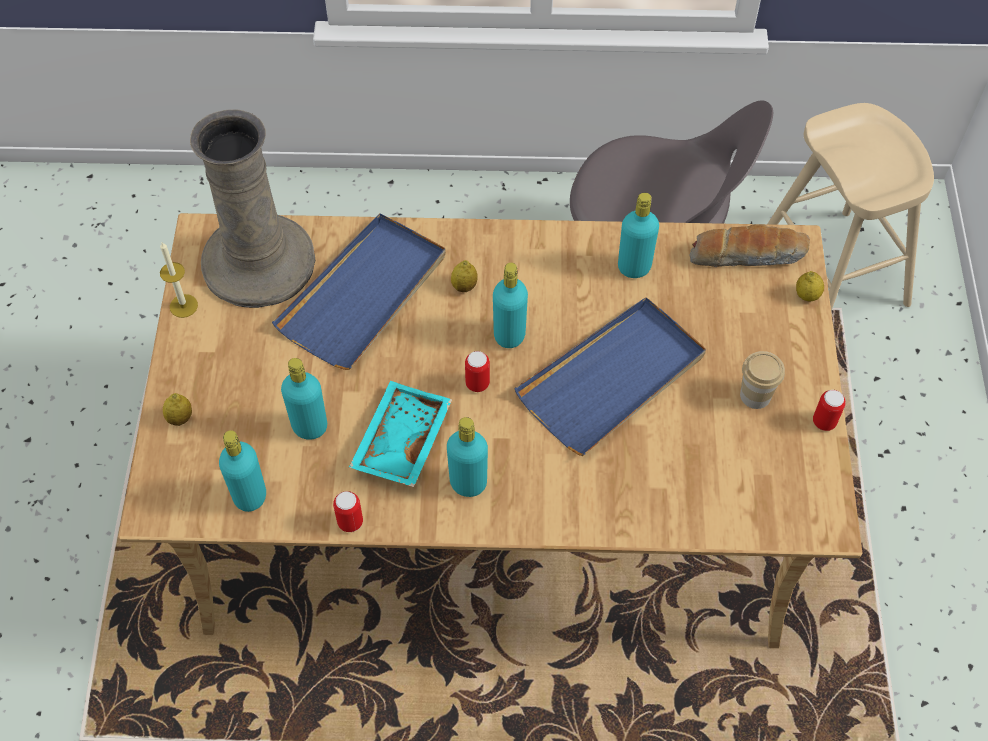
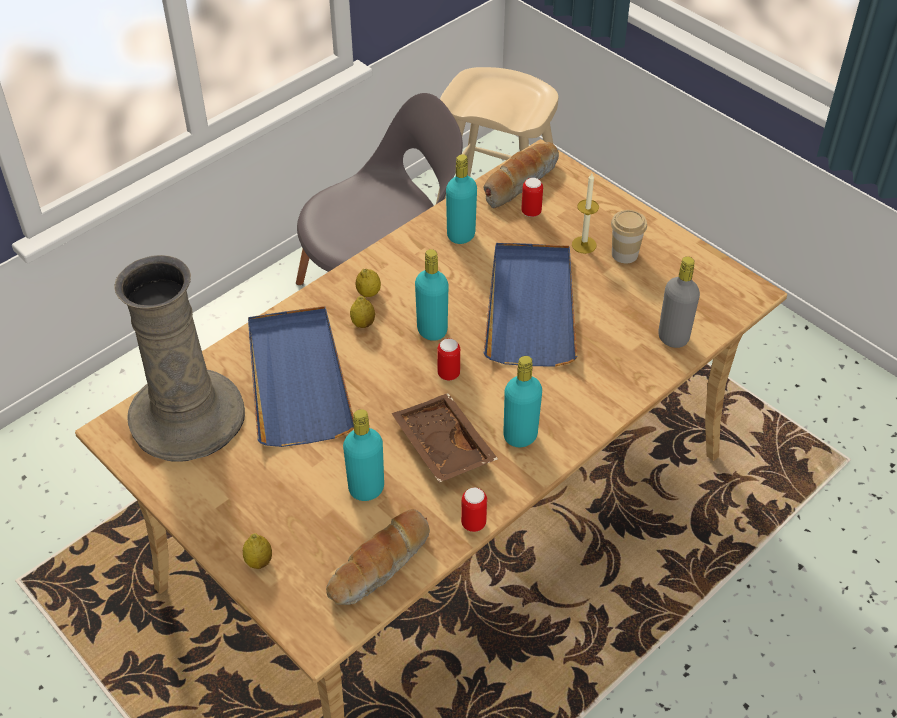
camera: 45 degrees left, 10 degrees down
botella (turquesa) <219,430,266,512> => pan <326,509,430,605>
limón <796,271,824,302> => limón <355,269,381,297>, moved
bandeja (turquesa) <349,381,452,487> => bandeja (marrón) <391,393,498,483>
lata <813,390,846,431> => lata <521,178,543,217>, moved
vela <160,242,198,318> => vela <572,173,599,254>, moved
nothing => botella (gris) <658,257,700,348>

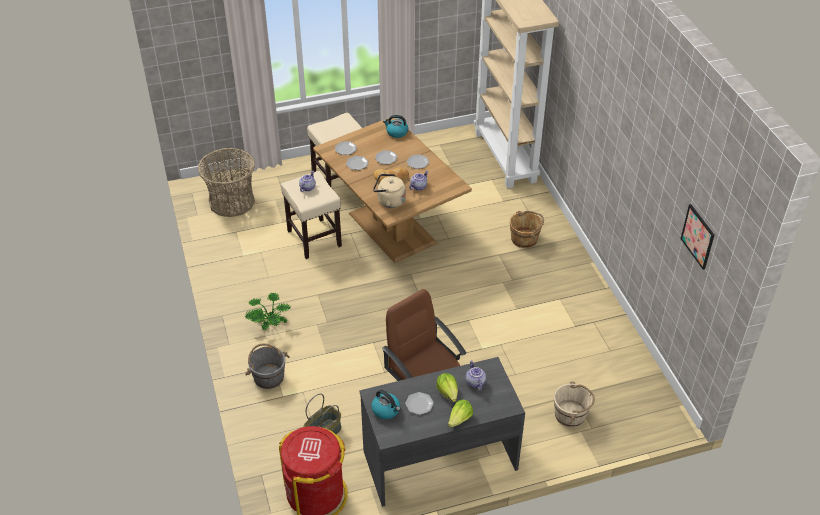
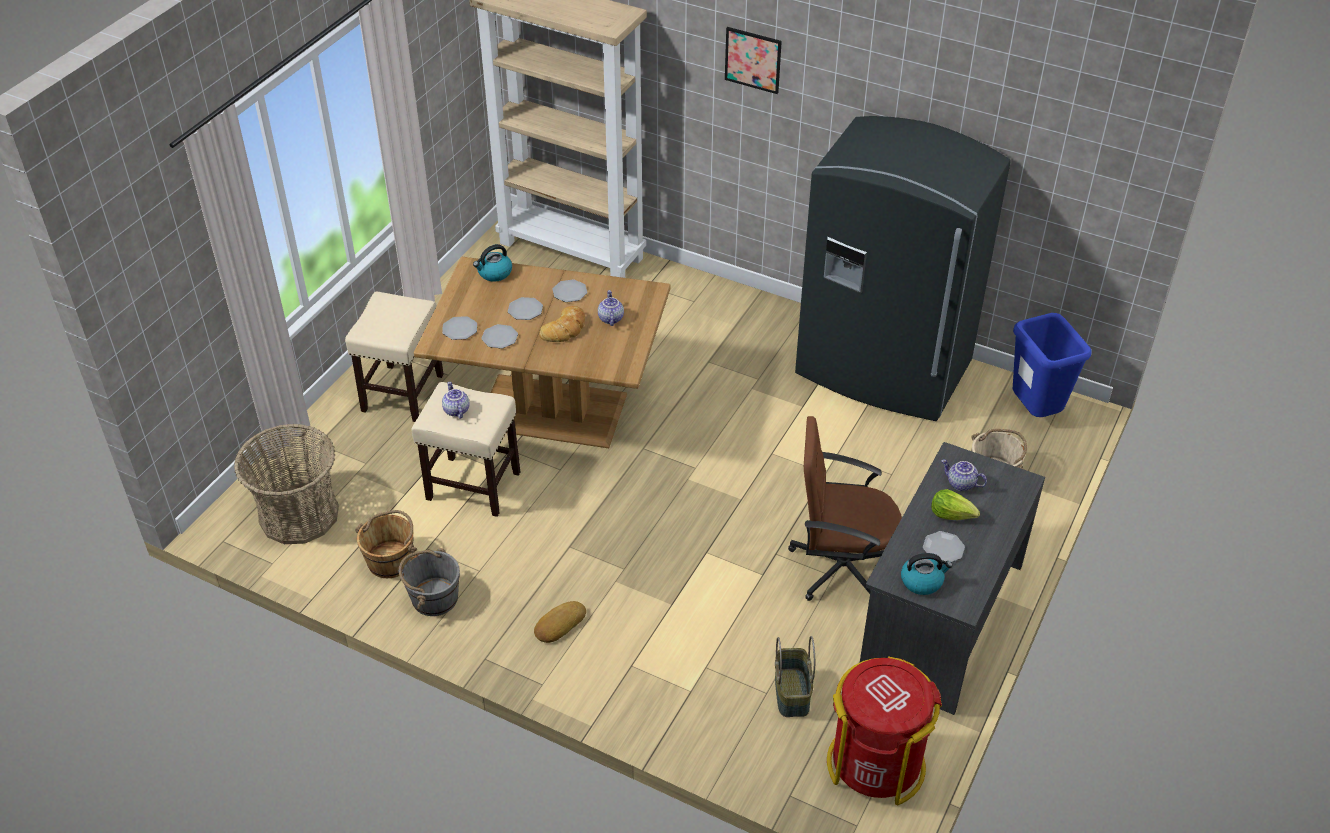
camera: 45 degrees left, 0 degrees up
cubo (marrón) <510,211,544,248> => cubo (marrón) <355,510,417,578>, moved
cubo (gris) <245,343,290,389> => cubo (gris) <399,548,460,616>, moved
planta en maceta <244,293,291,330> => pan <534,601,586,643>
cuadro <681,204,714,270> => cuadro <725,27,782,94>, moved
nothing => nevera (gris) <795,116,1011,421>
nothing => papelera (azul) <1013,313,1092,417>
hervidor (beis) <373,174,406,208> => nothing
lechuga <448,400,473,428> => nothing

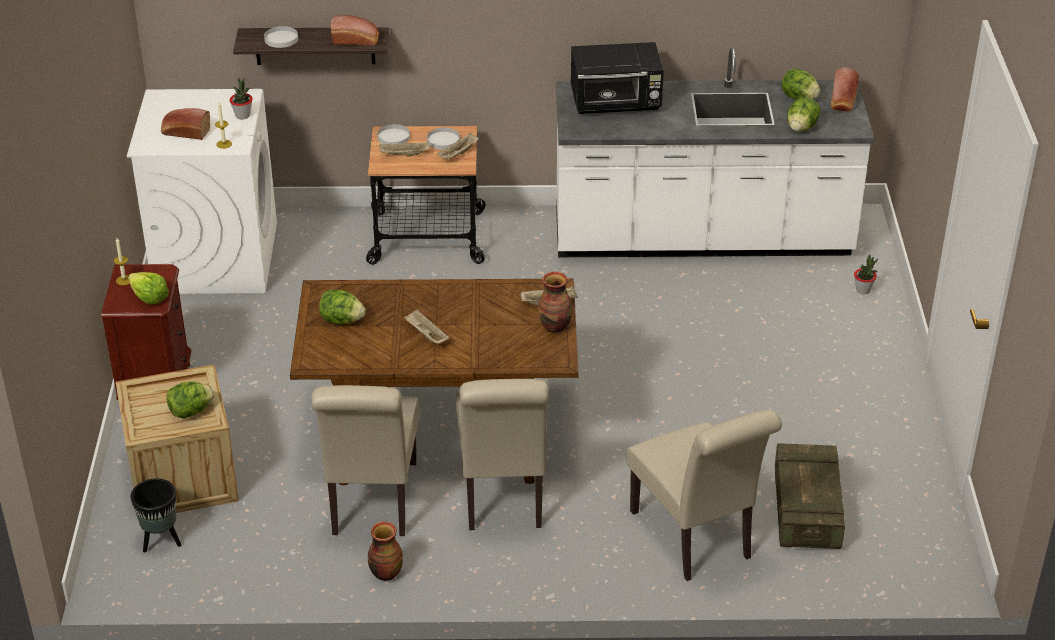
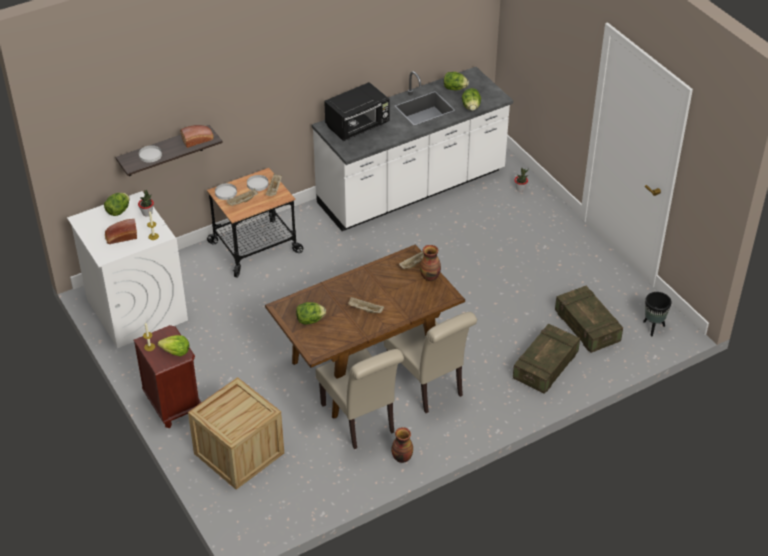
camera: 30 degrees left, 5 degrees up
lechuga <166,382,214,418> => lechuga <104,193,129,216>, moved
silla (beis) <627,410,782,581> => caja de embalaje <513,324,580,394>
maceta (negro) <131,478,182,553> => maceta (negro) <643,292,672,336>, moved
pan <831,67,859,112> => nothing

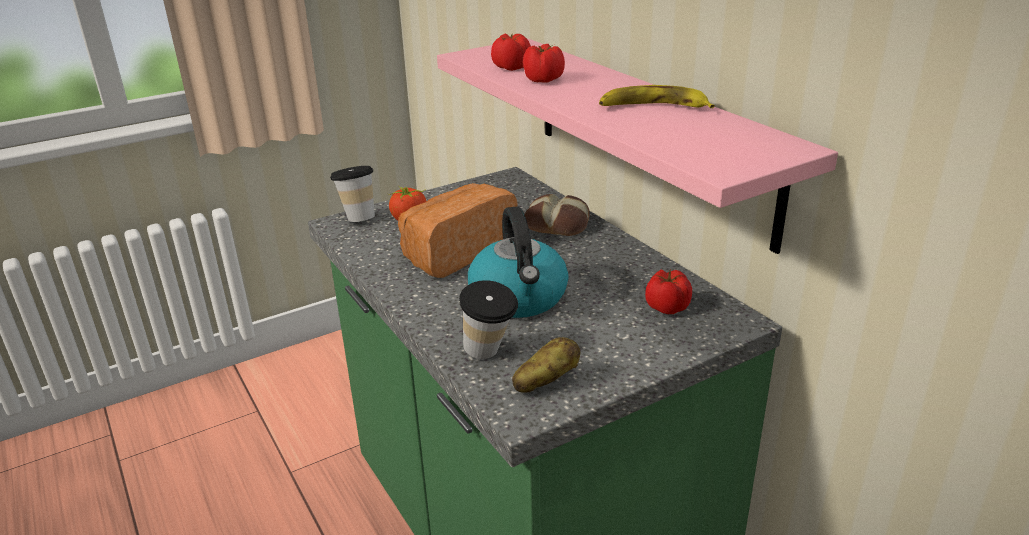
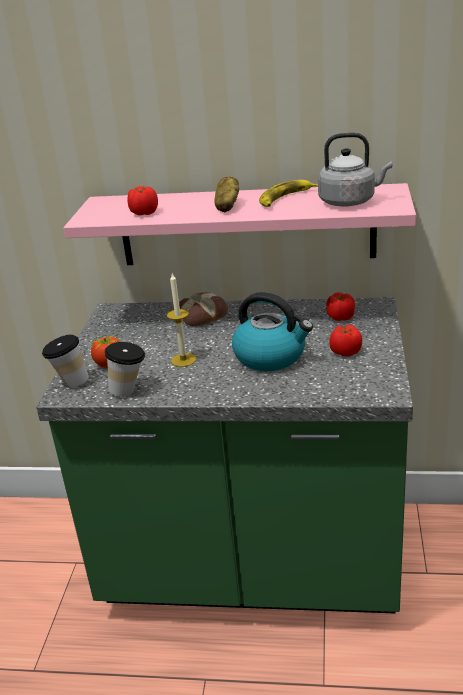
camera: 50 degrees left, 0 degrees up
taza <459,280,518,359> => taza <105,342,145,397>, moved
pan <398,183,518,278> => vela <166,273,196,367>
patata <512,337,580,393> => patata <215,177,239,212>, moved
nothing => hervidor (gris) <318,133,393,207>
tomate <523,44,565,83> => tomate <329,325,362,356>, moved

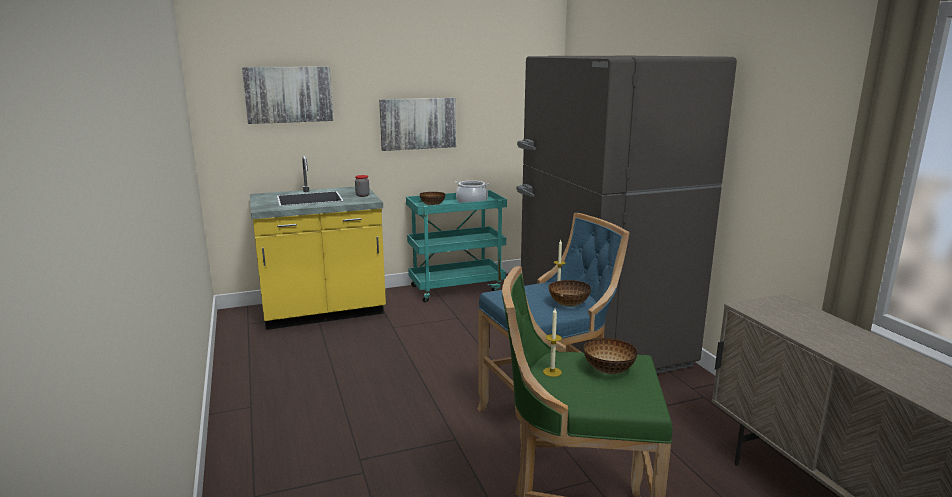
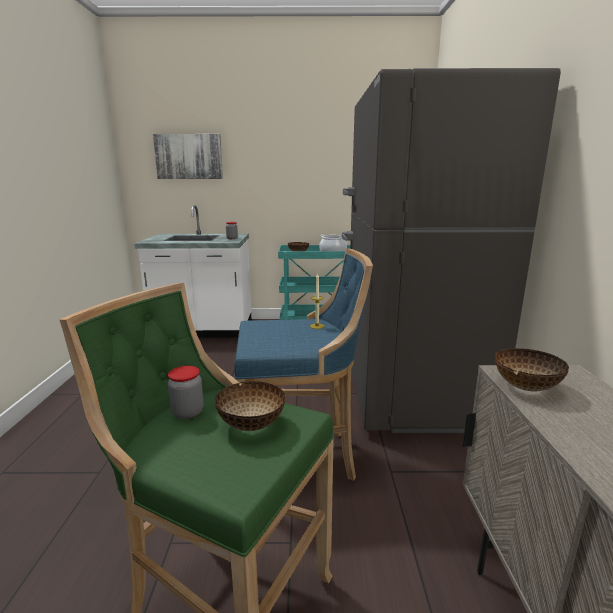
camera: 20 degrees right, 0 degrees up
mueble bajo de cocina (amarillo) <250,156,386,330> => mueble bajo de cocina (blanco) <134,205,252,338>
vela <543,309,562,377> => tarro <168,366,204,420>
cuenco <549,280,591,307> => cuenco <495,348,569,391>, moved
cuadro <379,98,456,151> => nothing

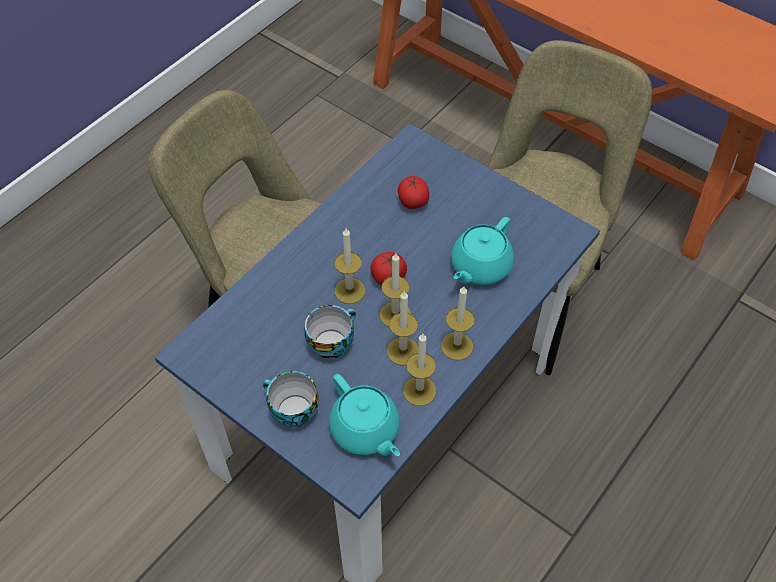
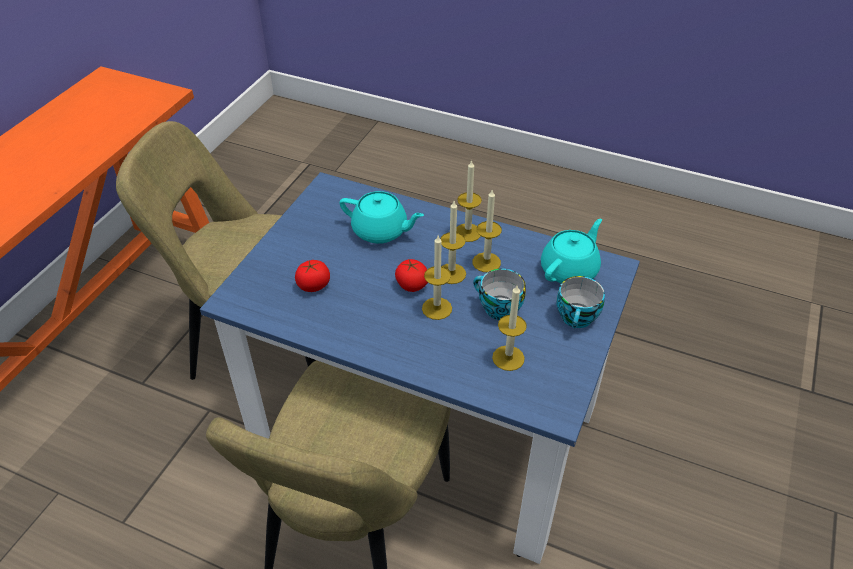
camera: 105 degrees left, 10 degrees down
vela <403,334,436,406> => vela <492,285,527,371>, moved

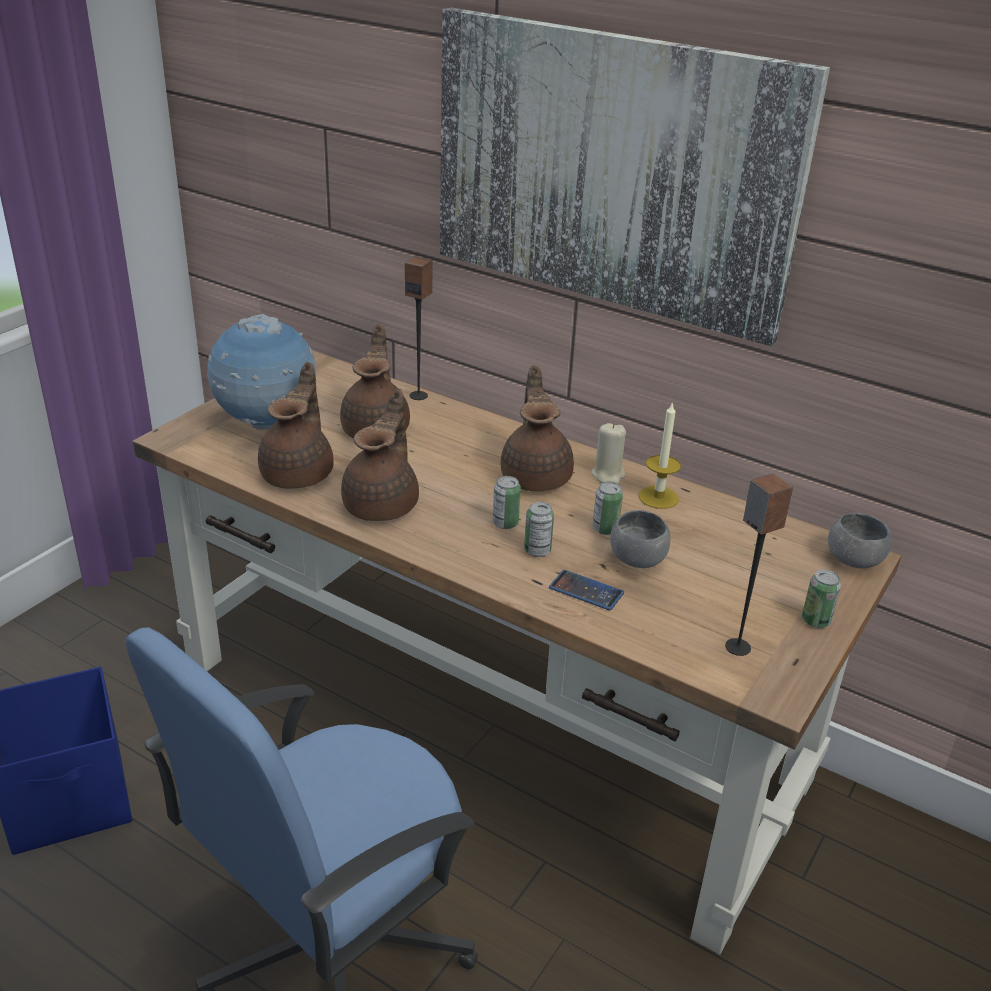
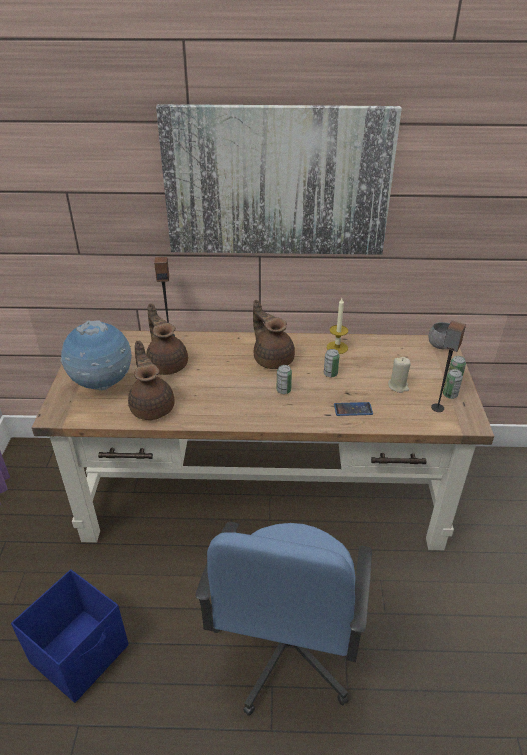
camera: 30 degrees left, 5 degrees up
vela (beis) <591,423,626,484> => vela (beis) <388,357,411,393>, moved
lata <524,502,554,557> => lata <443,369,463,399>, moved
tetera (marrón) <341,389,419,521> => nothing
cuenco (gris) <610,510,670,568> => nothing

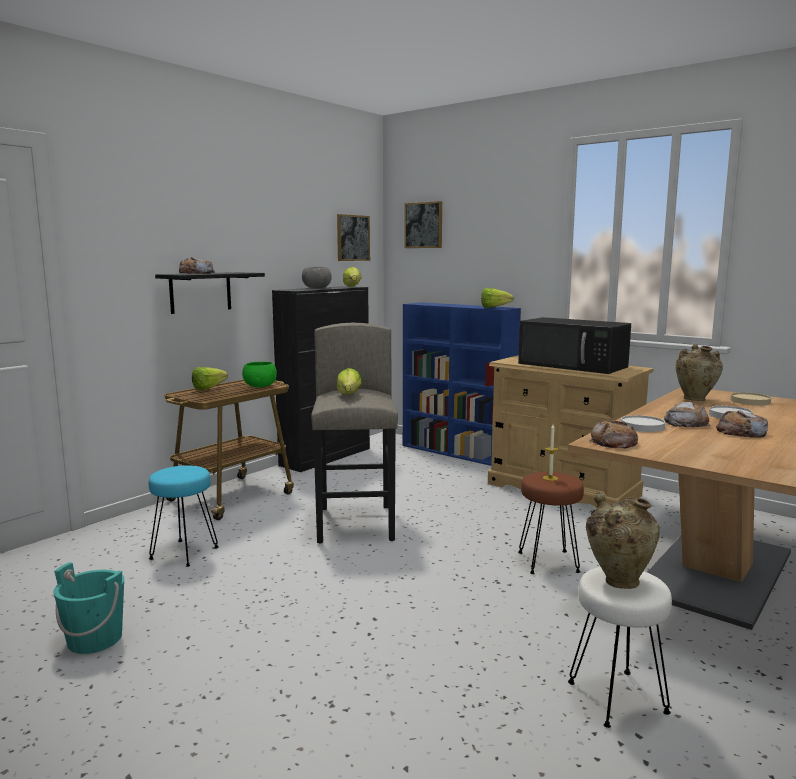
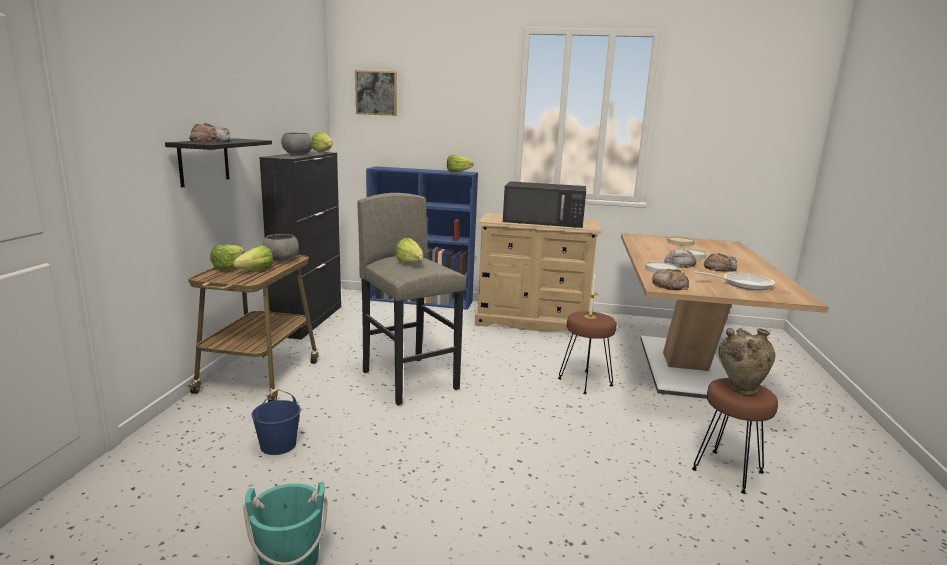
camera: 30 degrees left, 5 degrees up
nothing => lechuga <233,245,273,270>
taburete (turquesa) <149,466,219,567> => cubo (azul) <251,390,301,455>
cuenco (verde) <242,362,277,387> => cuenco (gris) <263,234,299,262>
taburete (blanco) <568,567,672,728> => taburete (marrón) <692,378,778,494>
nothing => sartén <694,271,775,290>
cuadro <337,214,370,261> => nothing
florero (beis) <676,344,723,401> => nothing

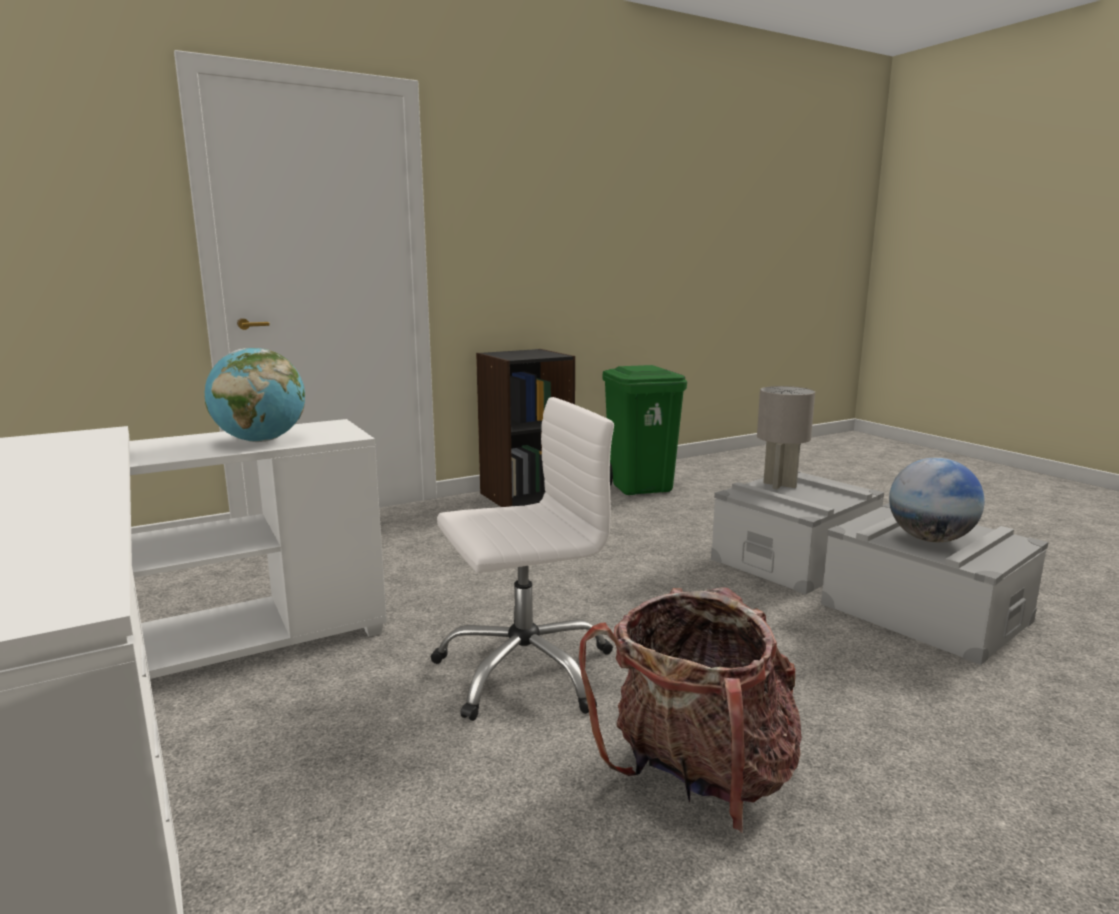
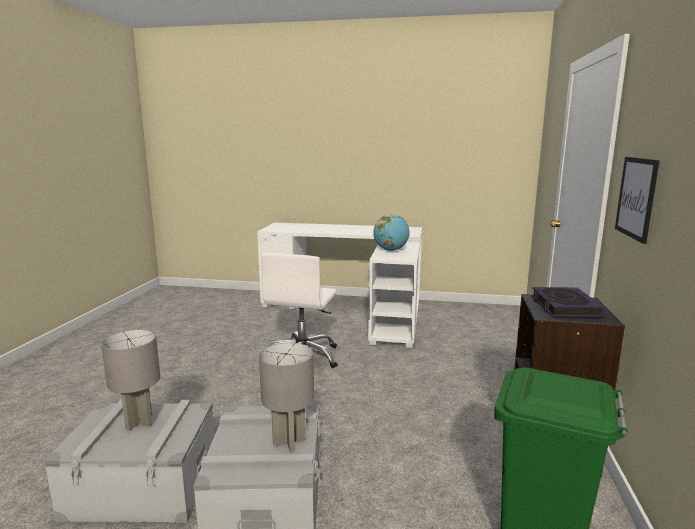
camera: 130 degrees right, 0 degrees up
globo terráqueo <889,457,985,542> => lámpara de mesa (gris) <101,329,160,431>
nothing => libro <532,287,604,318>
nothing => cuadro <615,157,660,244>
mochila <579,587,802,833> => nothing

